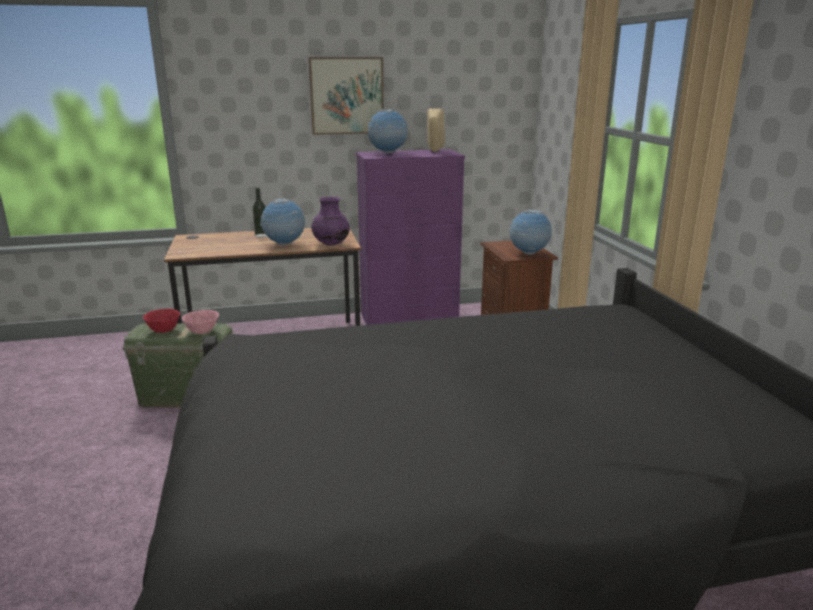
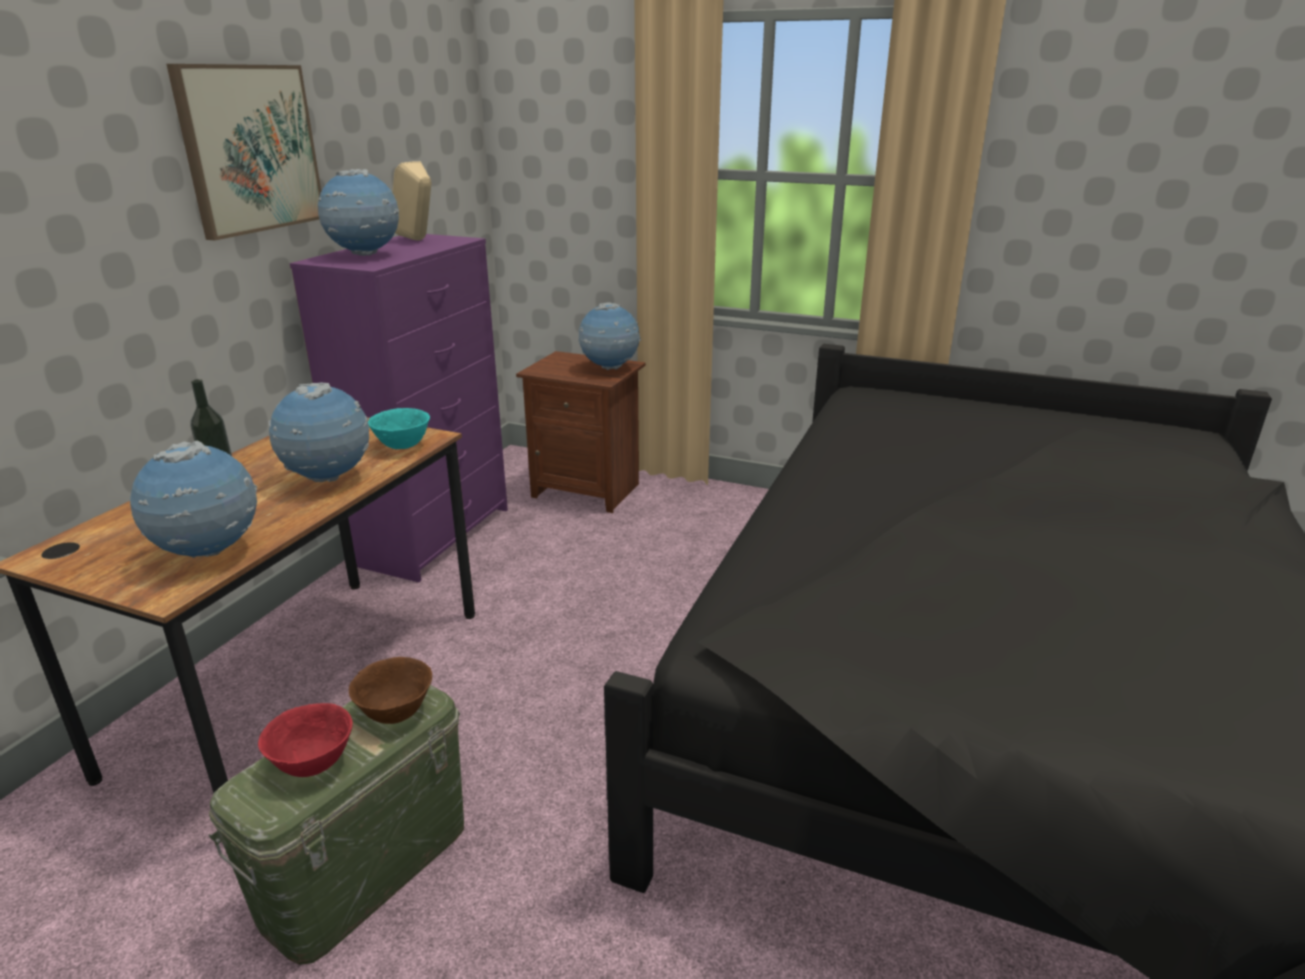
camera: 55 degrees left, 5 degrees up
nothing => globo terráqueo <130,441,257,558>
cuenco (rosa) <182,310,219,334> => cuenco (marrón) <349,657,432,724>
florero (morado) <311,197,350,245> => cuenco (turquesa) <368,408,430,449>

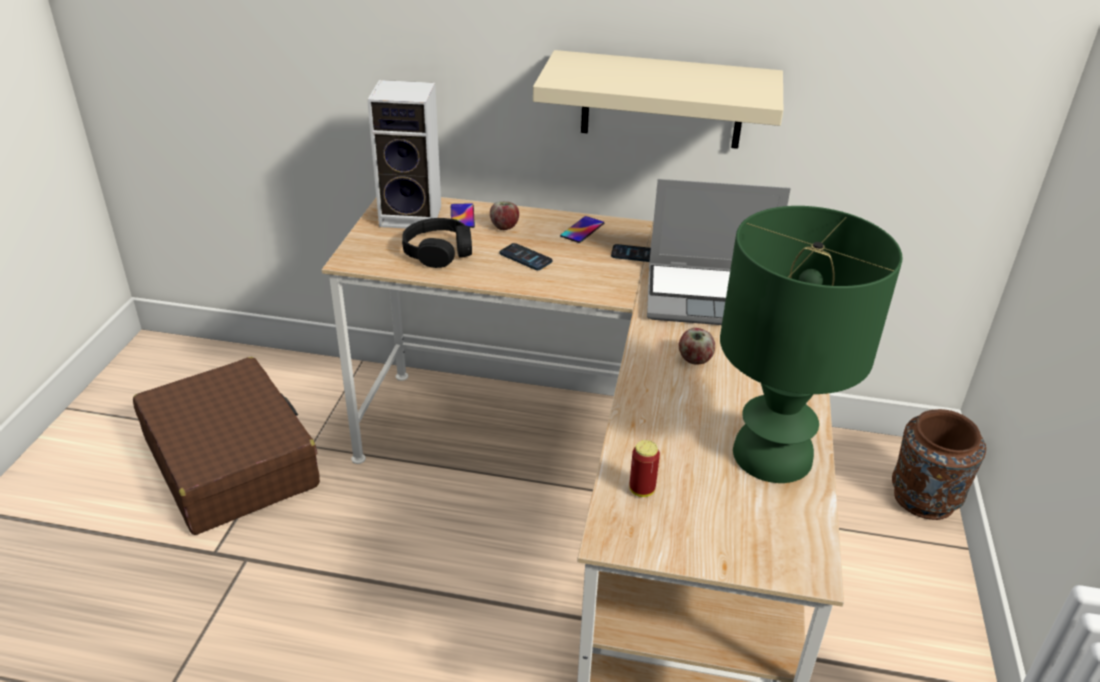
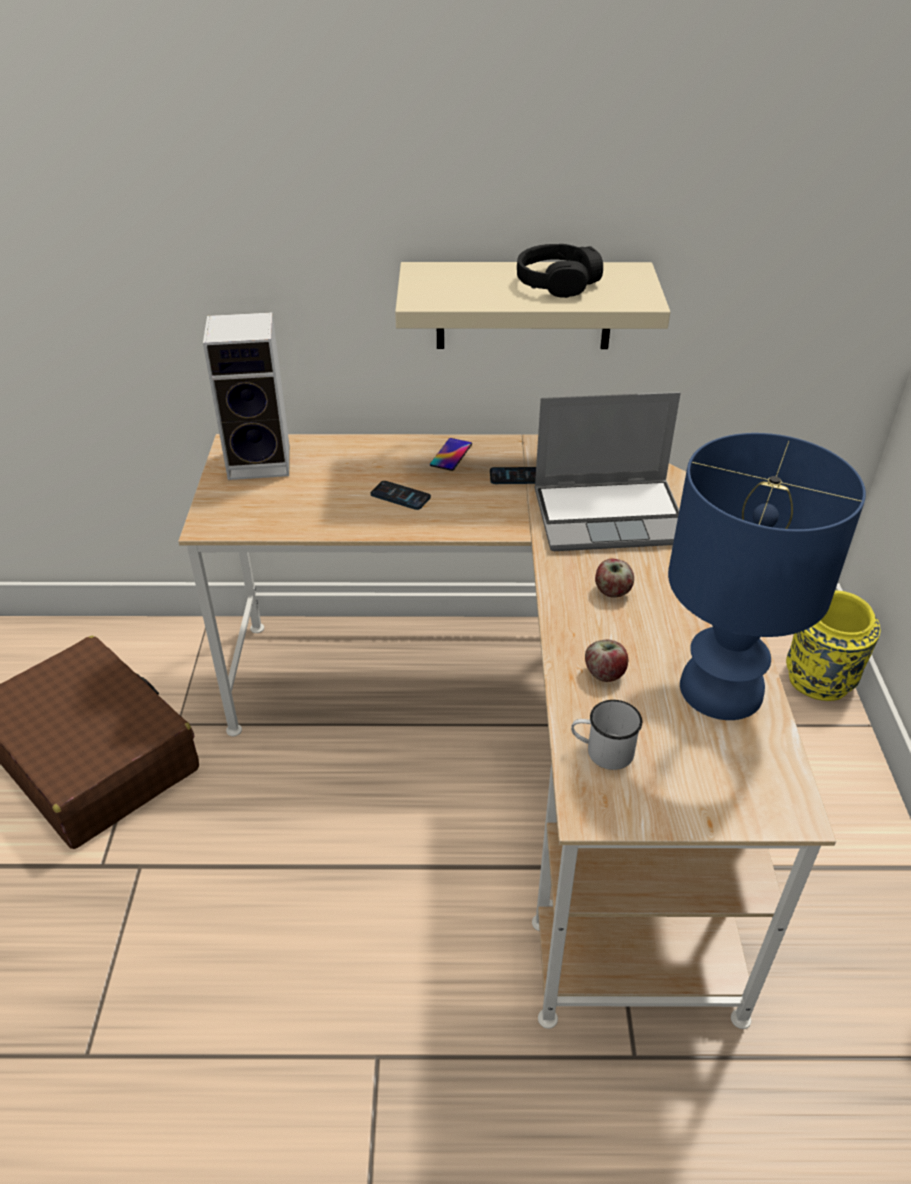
camera: 10 degrees left, 5 degrees up
auriculares (negro) <402,218,472,268> => auriculares (negro) <517,244,603,298>, moved
lata <629,440,660,497> => taza grande (blanco) <571,700,642,770>
manzana <490,202,519,230> => manzana <585,640,628,682>, moved
lámpara de mesa (verde) <720,206,902,483> => lámpara de mesa (azul) <668,433,866,720>
florero (marrón) <892,409,986,520> => florero (amarillo) <786,591,880,701>
móvil <451,203,475,228> => nothing

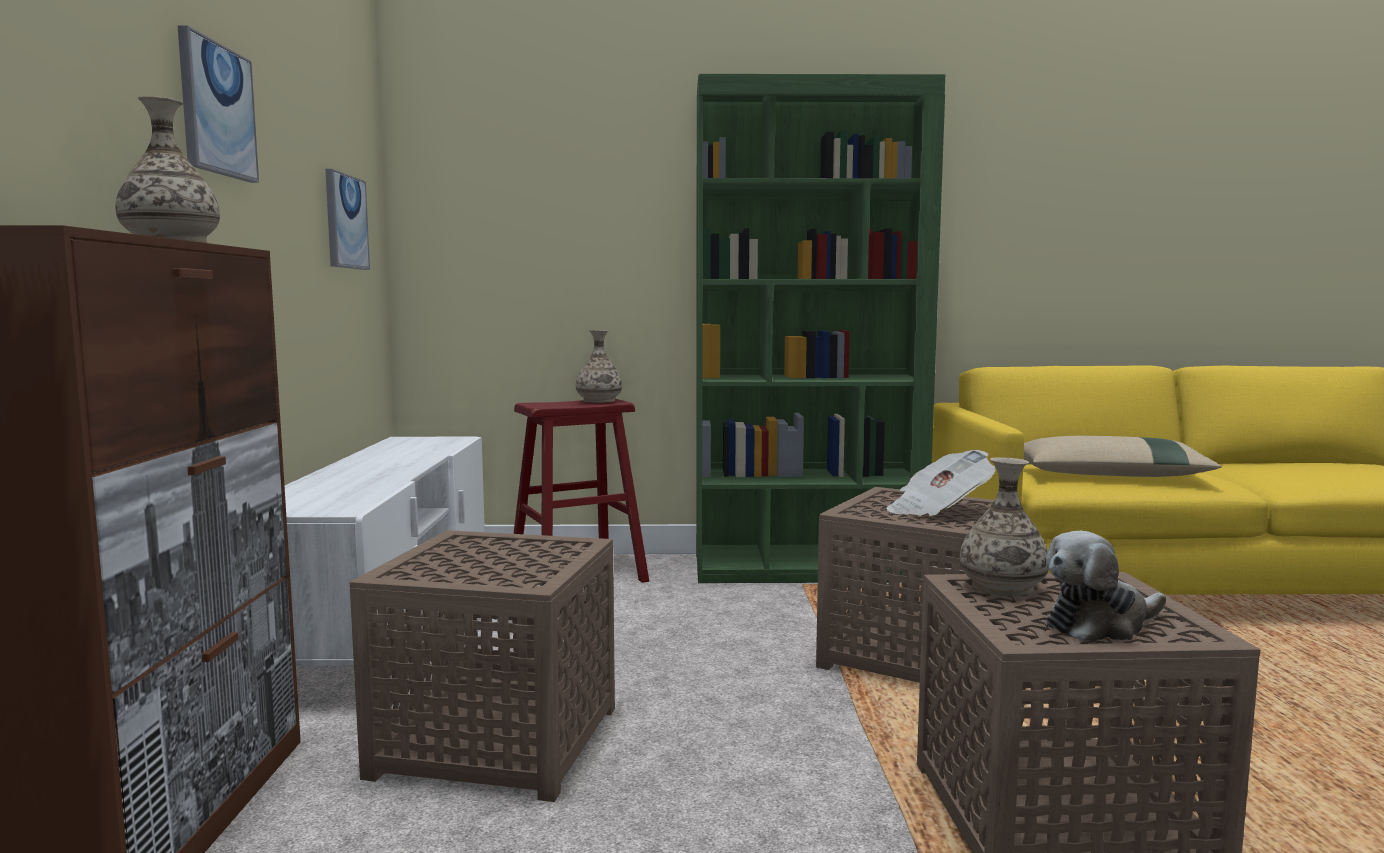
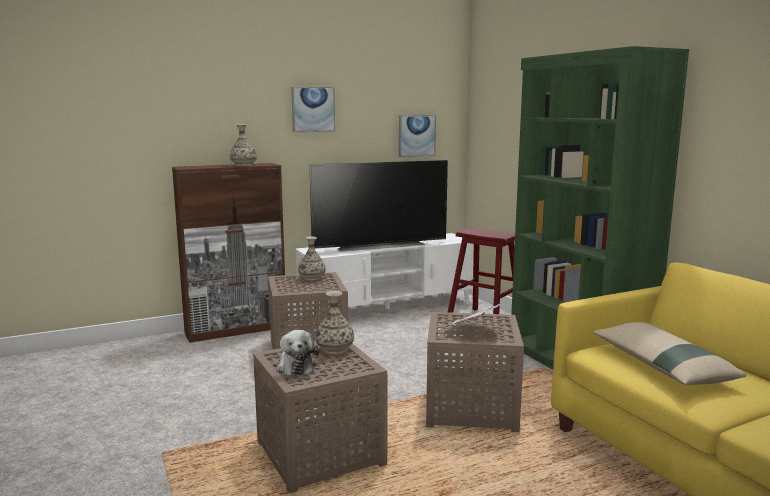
camera: 65 degrees right, 5 degrees up
peluche <1046,531,1166,641> => peluche <277,330,319,376>, 150 degrees counterclockwise
florero <576,330,622,403> => florero <298,236,326,280>, moved
nothing => televisor <309,160,448,252>

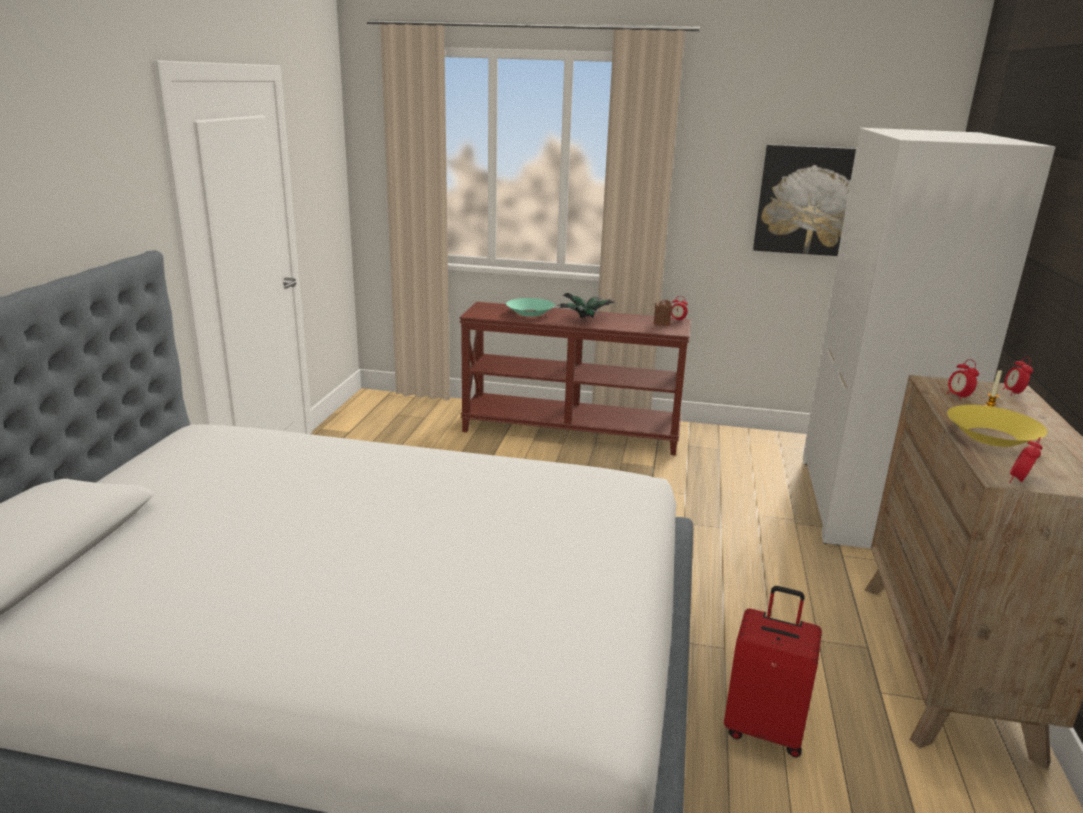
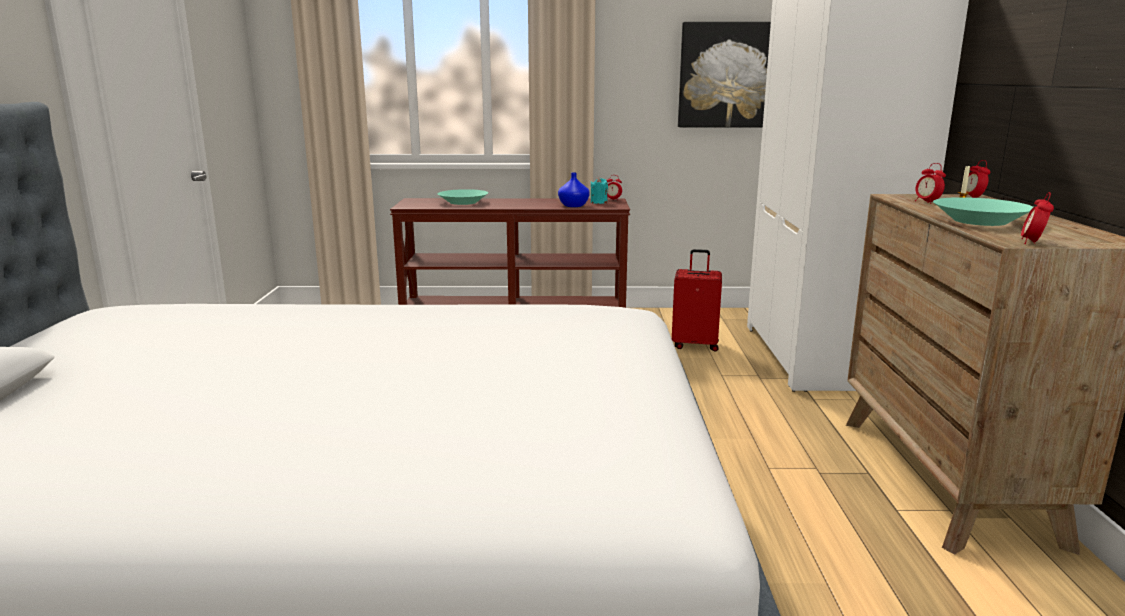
camera: 10 degrees left, 5 degrees down
nothing => florero (azul) <558,172,590,207>
vela (marrón) <654,299,672,326> => vela (turquesa) <591,177,608,204>
maleta (rojo) <724,586,822,758> => maleta (rojo) <672,249,722,352>, moved
cuenco (amarillo) <947,405,1047,447> => cuenco (turquesa) <933,197,1033,226>
planta en maceta <557,293,615,319> => nothing

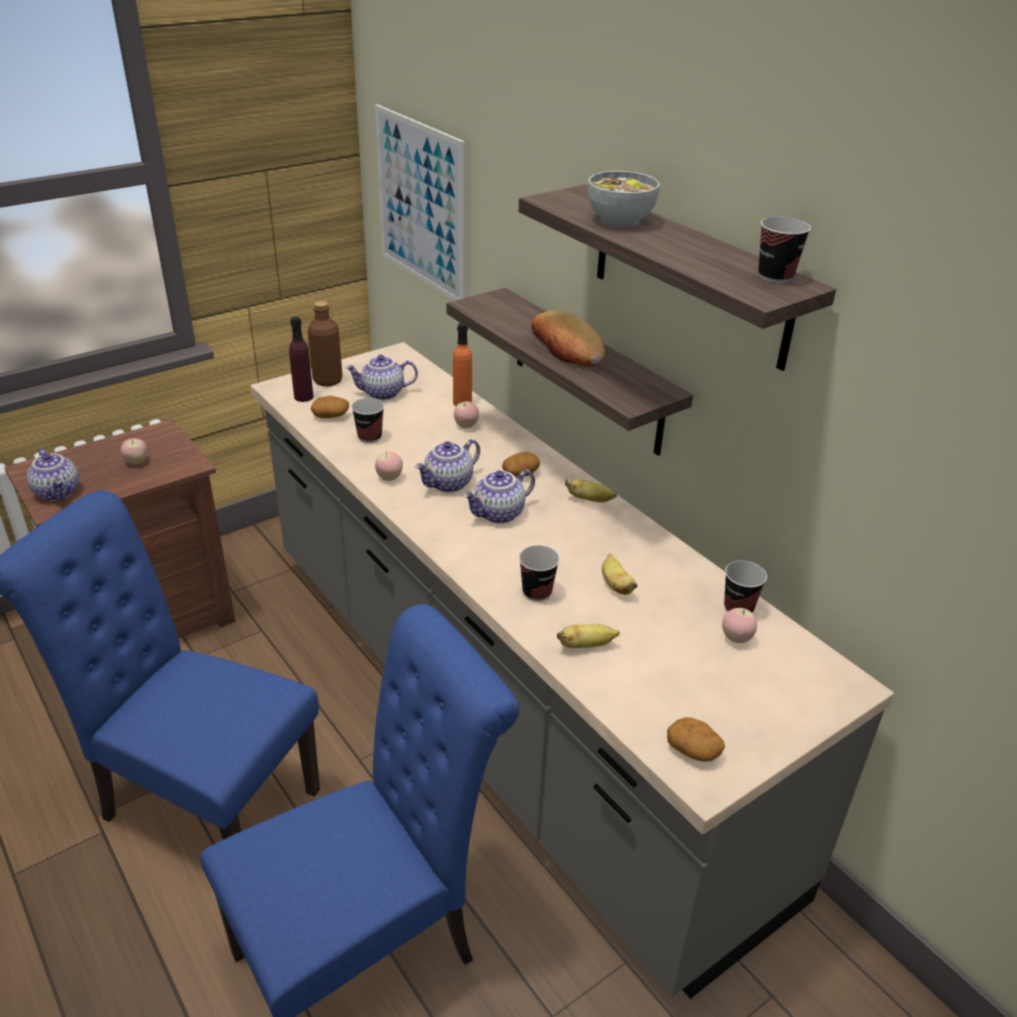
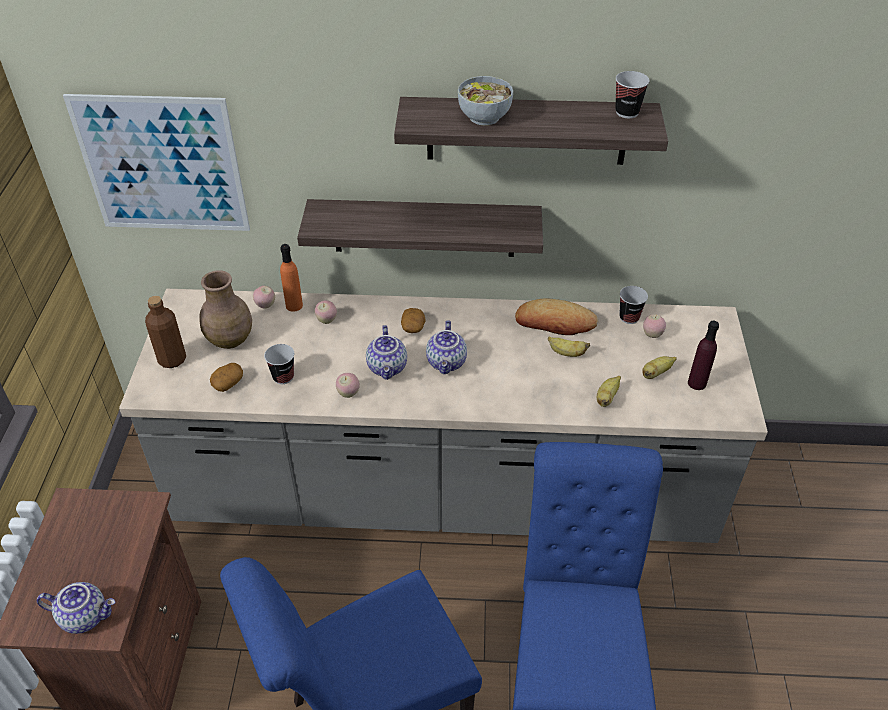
camera: 50 degrees left, 10 degrees up
tetera <345,355,418,400> => florero (marrón) <200,270,252,349>
manzana <121,438,147,464> => manzana <253,286,275,309>, moved
pan <531,310,605,367> => pan <515,299,598,335>, moved
plátano <565,479,617,502> => plátano <642,356,677,379>, moved
botella (morado) <289,317,314,402> => botella (morado) <688,321,719,390>, moved
taza <519,545,560,601> => nothing
patata <667,717,725,762> => nothing

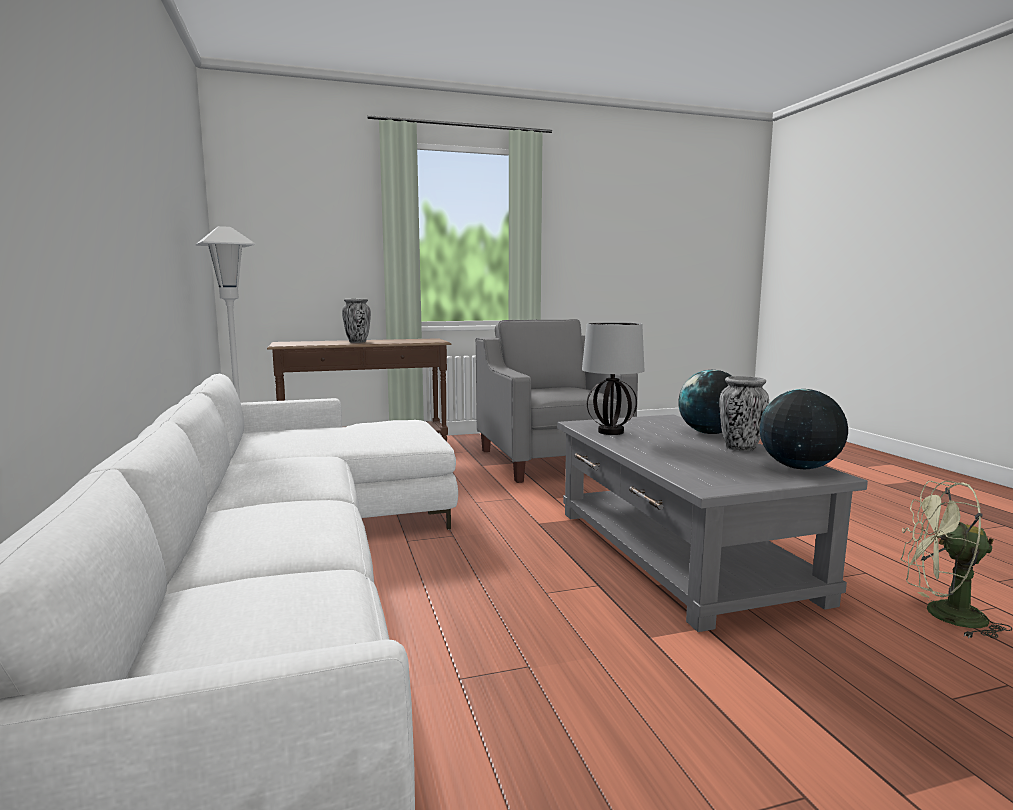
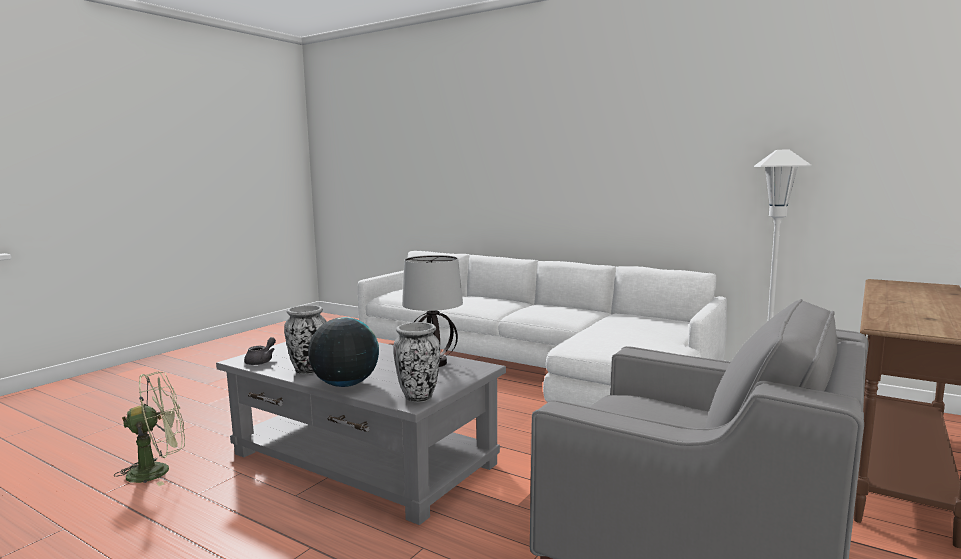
camera: 140 degrees right, 0 degrees up
globo terráqueo <760,389,848,469> => tetera (gris) <244,337,276,365>
florero <342,299,371,343> => florero <393,322,440,403>, moved

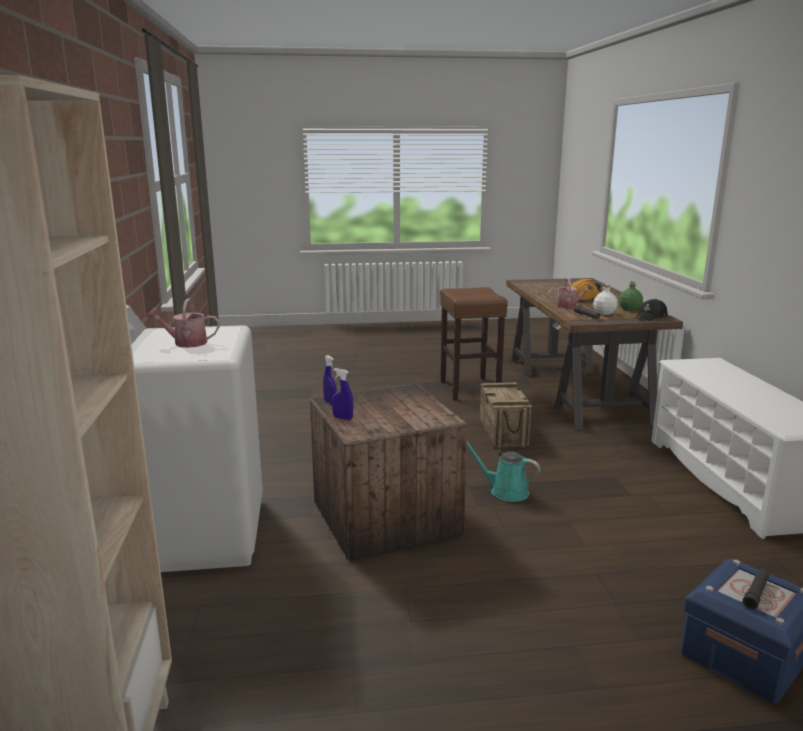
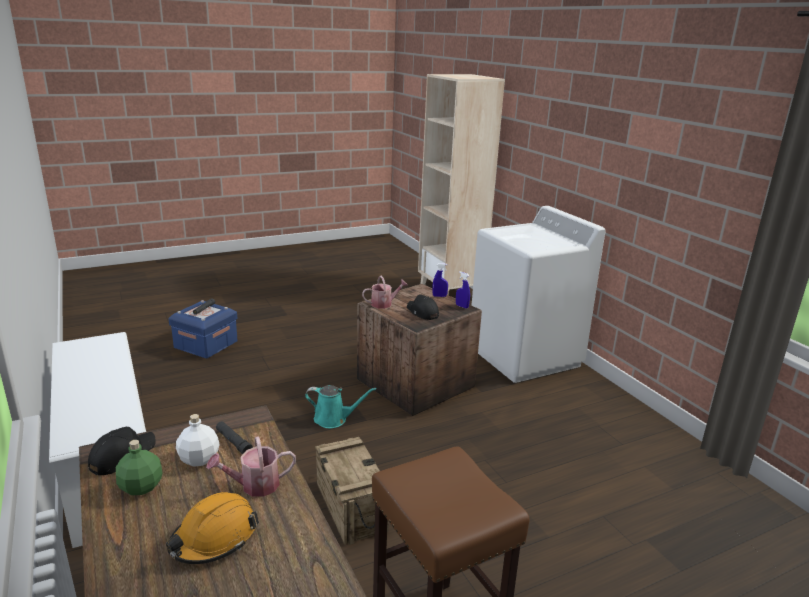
camera: 160 degrees right, 5 degrees up
regadera <147,299,220,348> => regadera <362,276,408,309>, moved
nothing => gorra (negro) <407,295,439,320>

